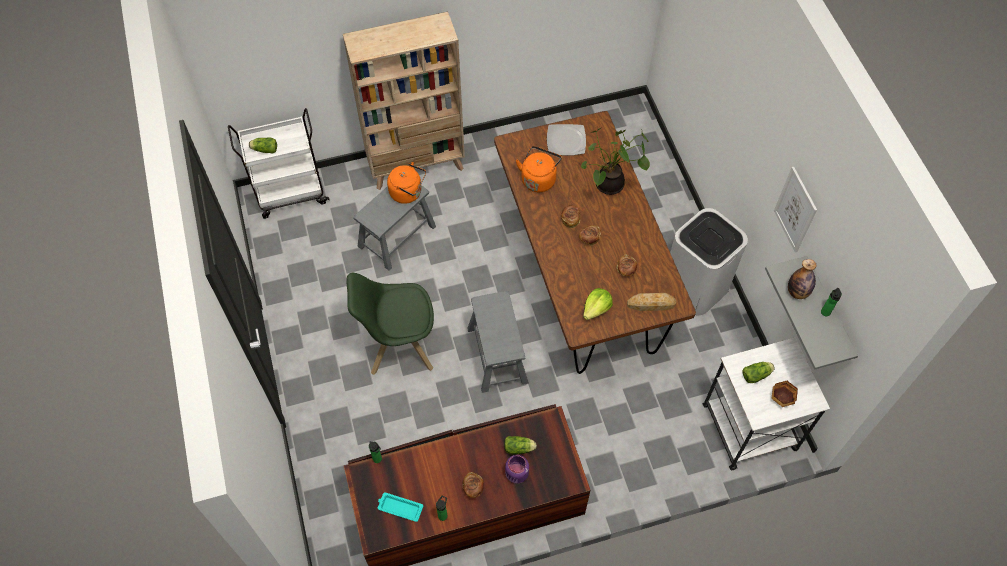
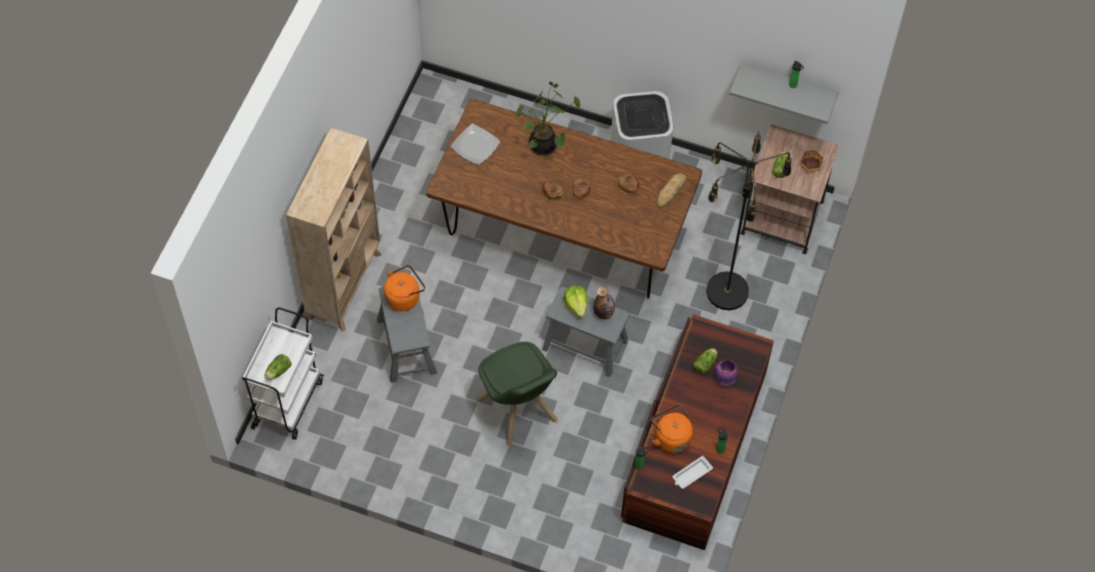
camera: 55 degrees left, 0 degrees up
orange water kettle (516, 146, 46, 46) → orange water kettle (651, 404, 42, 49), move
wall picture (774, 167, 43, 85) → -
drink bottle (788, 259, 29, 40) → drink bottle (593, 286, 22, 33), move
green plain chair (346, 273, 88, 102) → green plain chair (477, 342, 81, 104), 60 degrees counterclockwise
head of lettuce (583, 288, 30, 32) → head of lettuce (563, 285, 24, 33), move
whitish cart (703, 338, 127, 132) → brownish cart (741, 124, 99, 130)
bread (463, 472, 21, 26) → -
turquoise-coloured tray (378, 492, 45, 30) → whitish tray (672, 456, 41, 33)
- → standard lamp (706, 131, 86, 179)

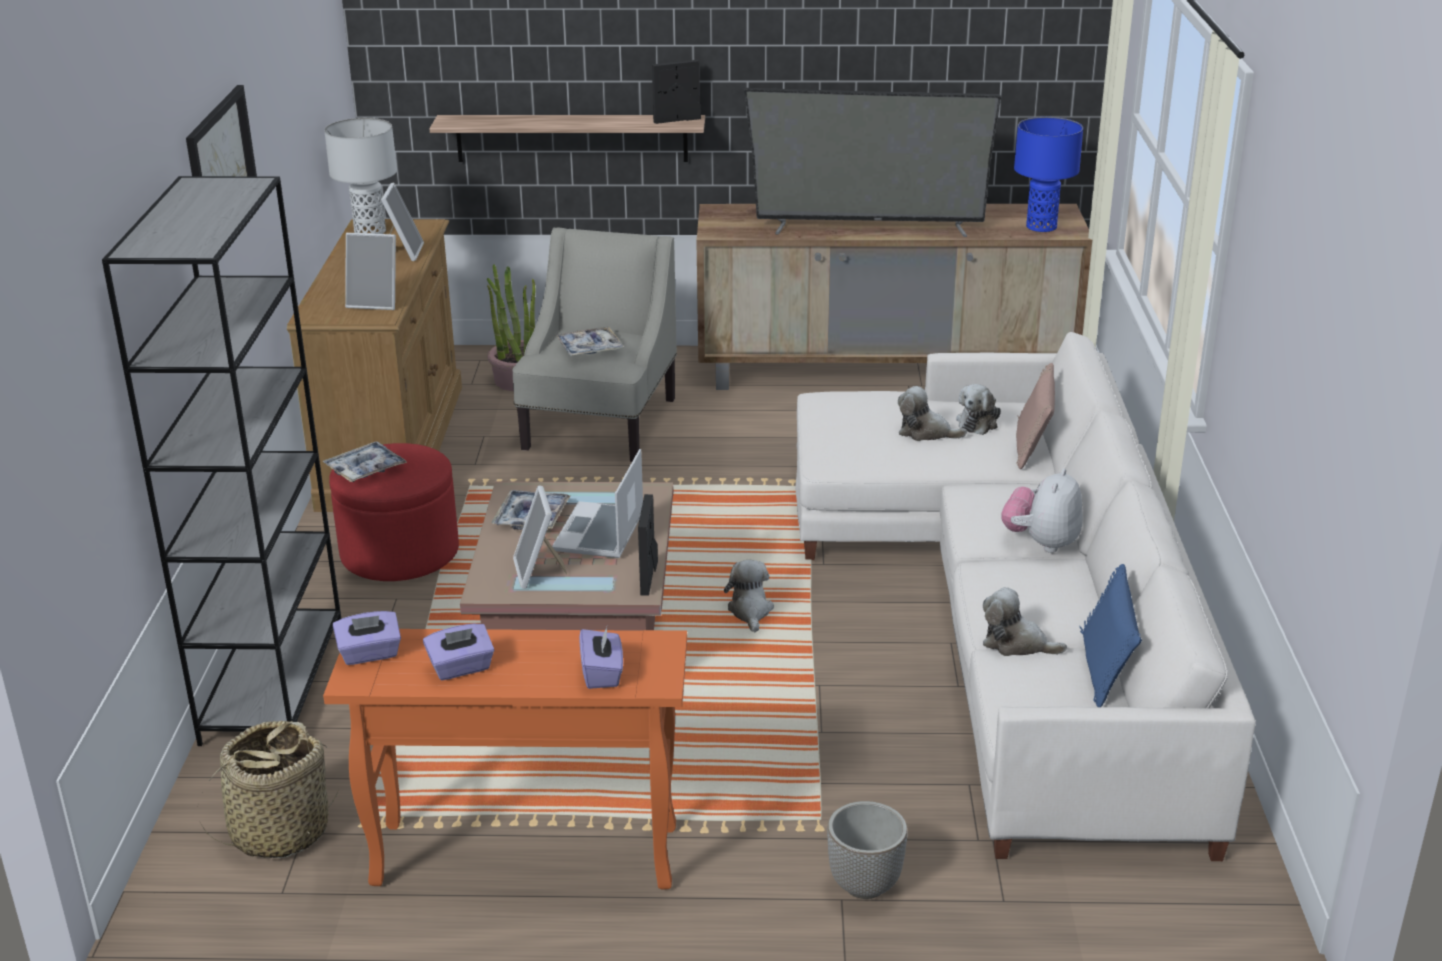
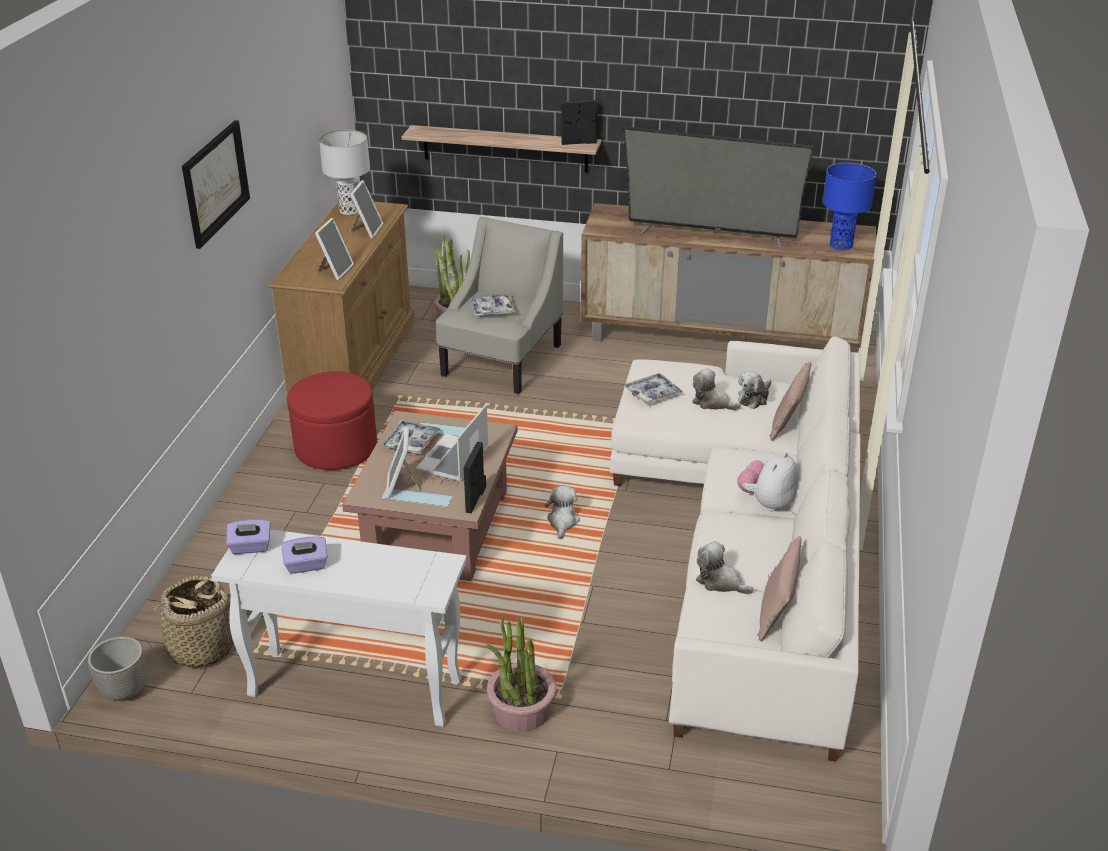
camera: 10 degrees right, 5 degrees up
gray bookshelf (102, 176, 239, 570) → -
picture frame (345, 233, 51, 77) → picture frame (315, 218, 39, 62), 90 degrees counterclockwise
tray (322, 441, 85, 41) → tray (624, 373, 58, 31), move
bluish pillow (1080, 564, 62, 143) → beige-coloured pillow (758, 536, 44, 105)
purplish box of tissues (579, 627, 44, 62) → -
orange console table (323, 629, 364, 260) → whitish console table (211, 529, 256, 198)
plant pot (827, 801, 81, 98) → plant pot (88, 636, 58, 65), move
- → plant in a pot (486, 616, 70, 116)

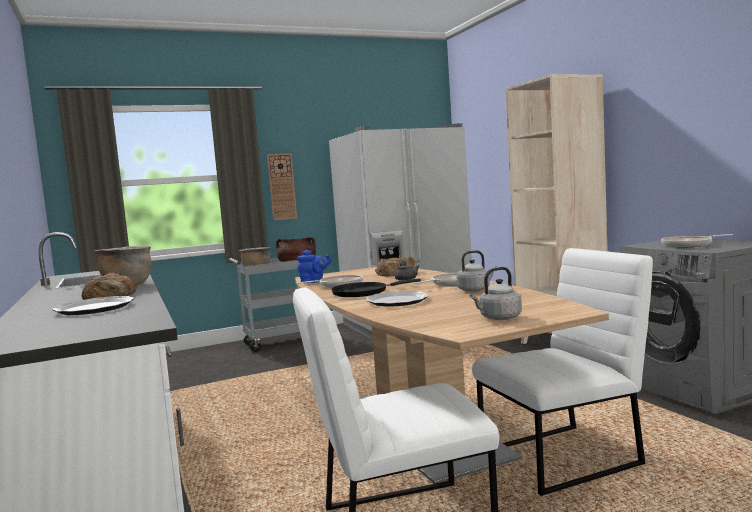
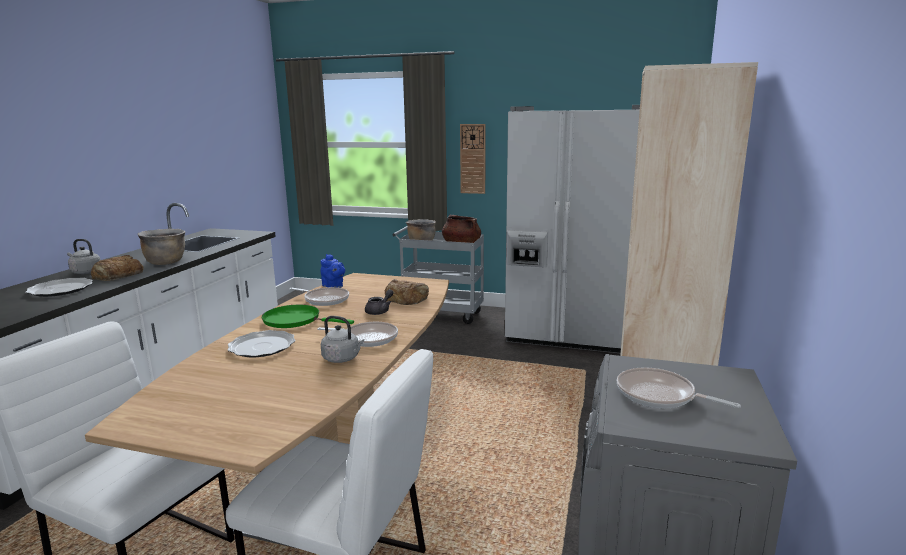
camera: 40 degrees right, 10 degrees up
gray water kettle (470, 267, 52, 53) → gray water kettle (67, 239, 34, 35), move
black skillet (331, 279, 90, 18) → green skillet (262, 305, 92, 23)

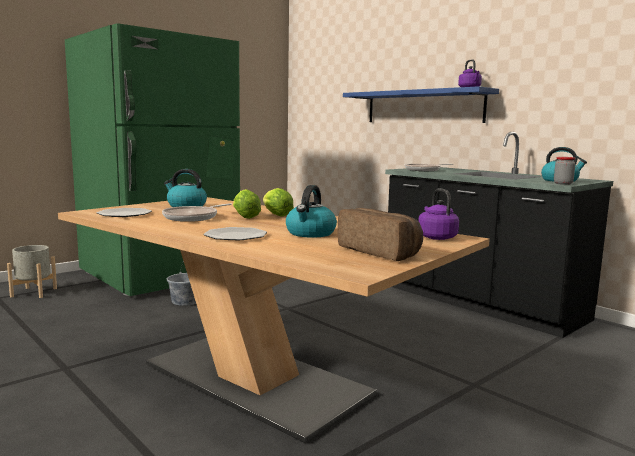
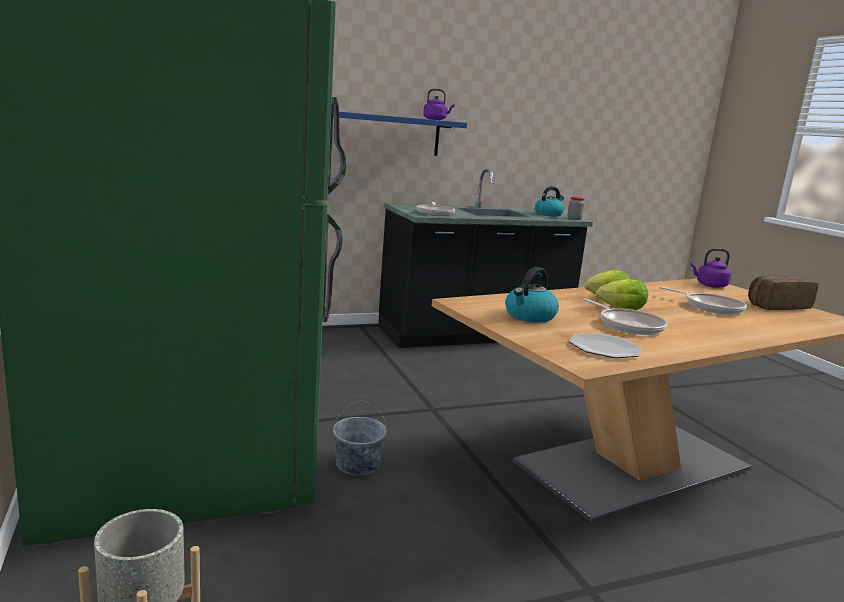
camera: 70 degrees left, 5 degrees up
water kettle (286, 185, 51, 53) → skillet (659, 286, 88, 28)
plate (203, 227, 64, 13) → -

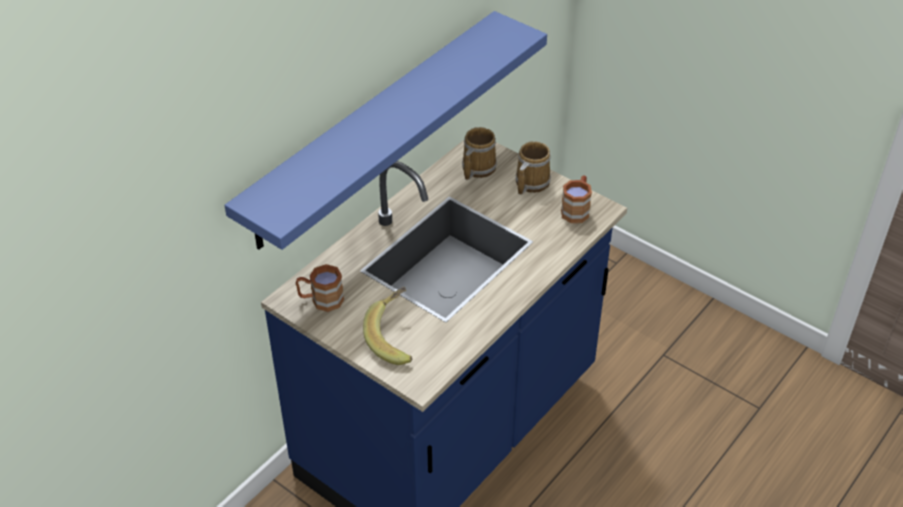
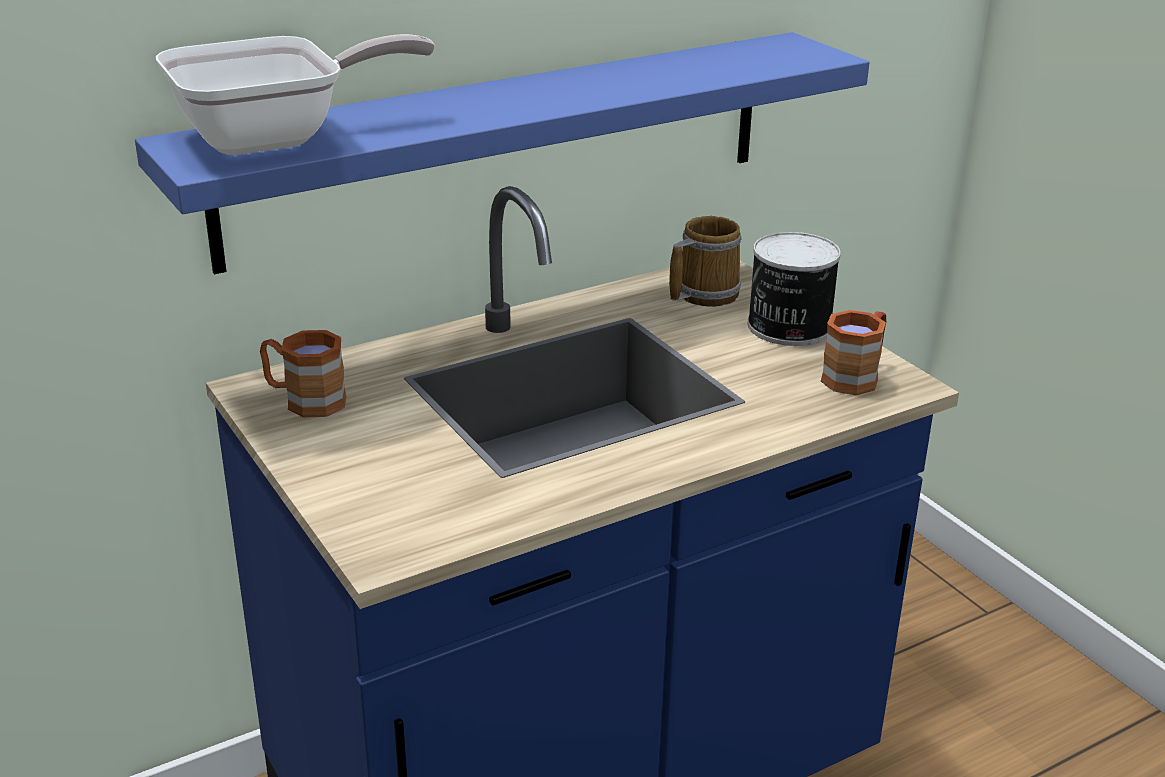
camera: 20 degrees right, 15 degrees down
mug (515, 141, 36, 54) → sealed can (747, 232, 94, 114)
banana fruit (363, 287, 49, 78) → -
- → skillet (156, 34, 279, 121)

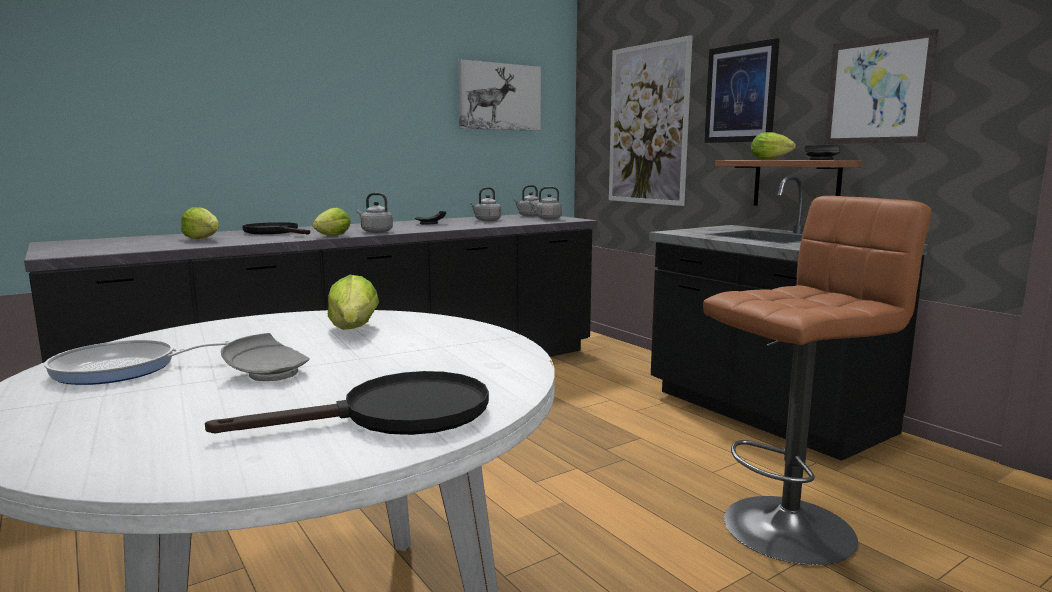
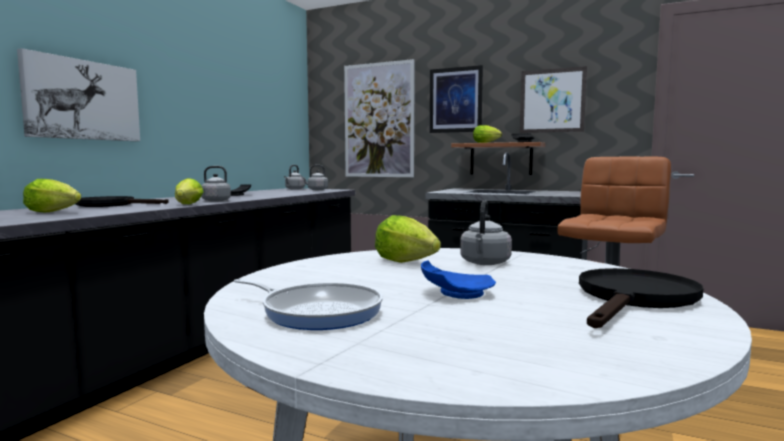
camera: 30 degrees left, 5 degrees down
wall picture (458, 59, 83, 72) → wall picture (17, 48, 123, 93), move
gray water kettle (470, 187, 31, 34) → gray water kettle (460, 200, 52, 65), move
gray plate (221, 333, 89, 48) → bluish plate (421, 260, 75, 39)
skillet (44, 340, 188, 45) → skillet (234, 279, 149, 51), 105 degrees counterclockwise

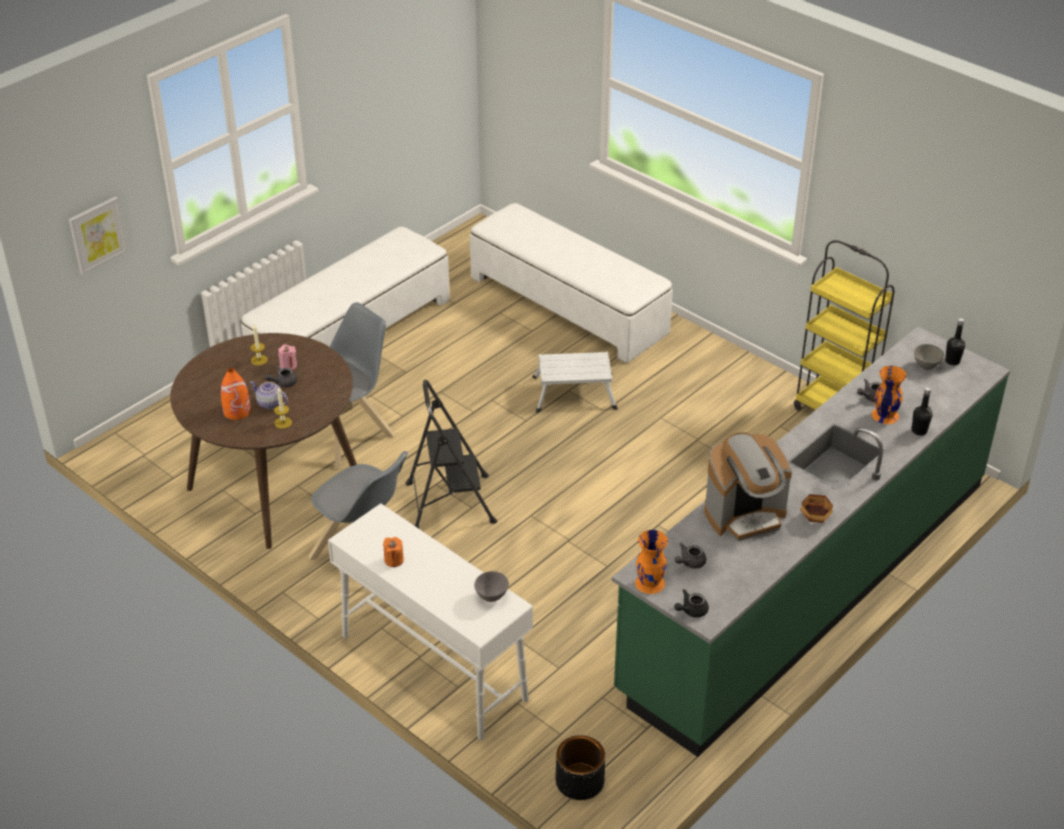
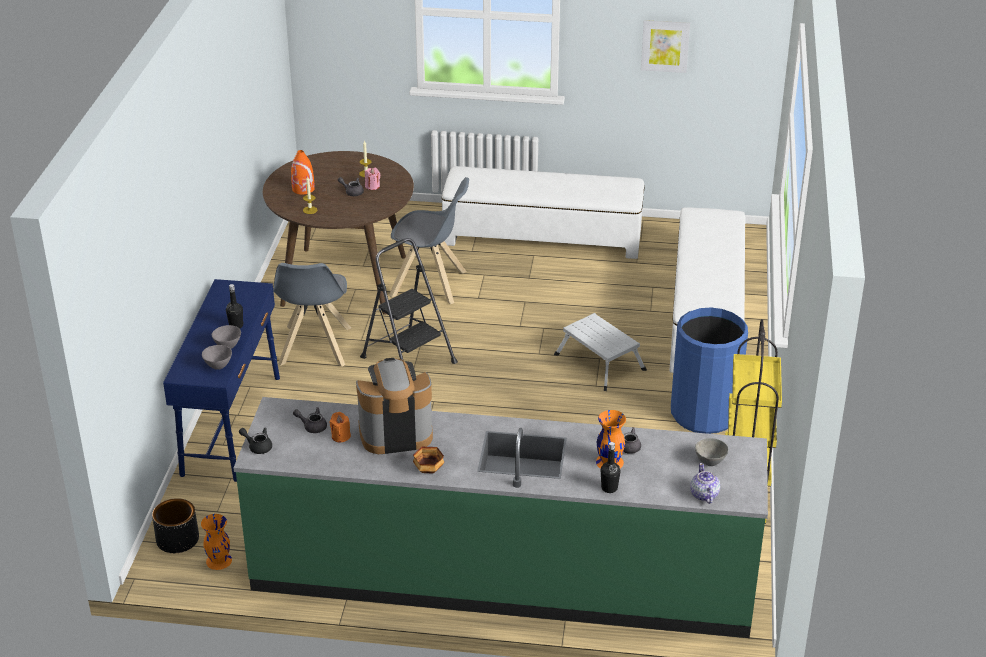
camera: 55 degrees right, 5 degrees down
wall picture (69, 196, 60, 79) → wall picture (641, 20, 49, 53), move
black drink bottle (945, 318, 20, 47) → black drink bottle (226, 284, 18, 45), move
teapot (250, 381, 38, 28) → teapot (690, 463, 30, 41), move
coffee brewer (704, 432, 88, 109) → coffee brewer (356, 358, 77, 96), 135 degrees clockwise
whitish console table (328, 503, 205, 237) → bluish console table (163, 279, 117, 203)
orange vase (635, 530, 33, 64) → orange vase (201, 514, 31, 56), move
orange wax candle (383, 537, 21, 30) → orange wax candle (329, 412, 22, 31), move
- → bluish rubbish bin (671, 308, 77, 126)
- → gray bowl (212, 325, 29, 24)

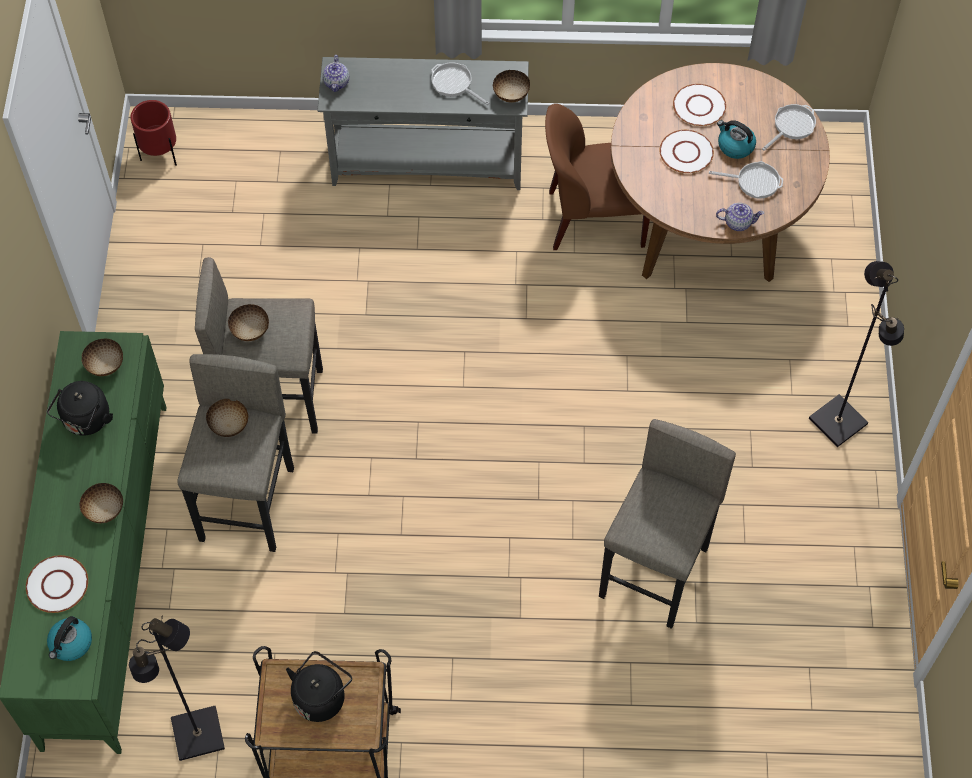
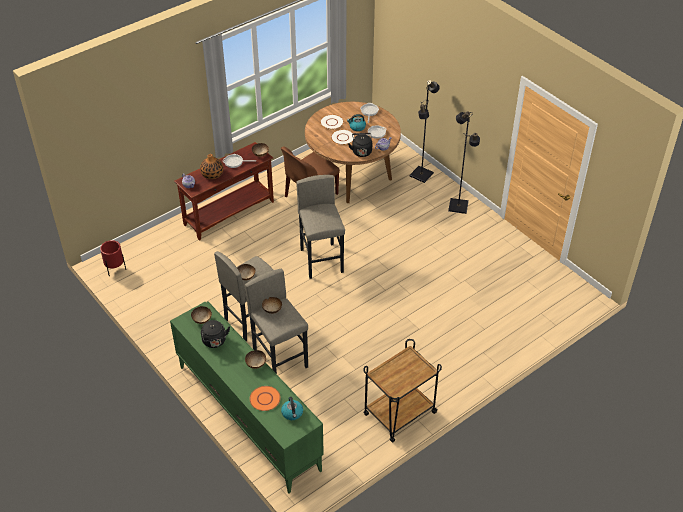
camera: 40 degrees left, 15 degrees down
gray console table (317, 57, 212, 133) → brownish console table (174, 142, 100, 99)
gray stool seat (599, 419, 137, 210) → gray stool seat (296, 175, 49, 104), move
whitish plate (26, 555, 62, 58) → orange plate (250, 386, 31, 25)
black standard lamp (129, 615, 96, 146) → black standard lamp (410, 80, 30, 103), move
black water kettle (286, 651, 66, 71) → black water kettle (348, 133, 24, 24), move
- → vase (200, 154, 23, 25)

